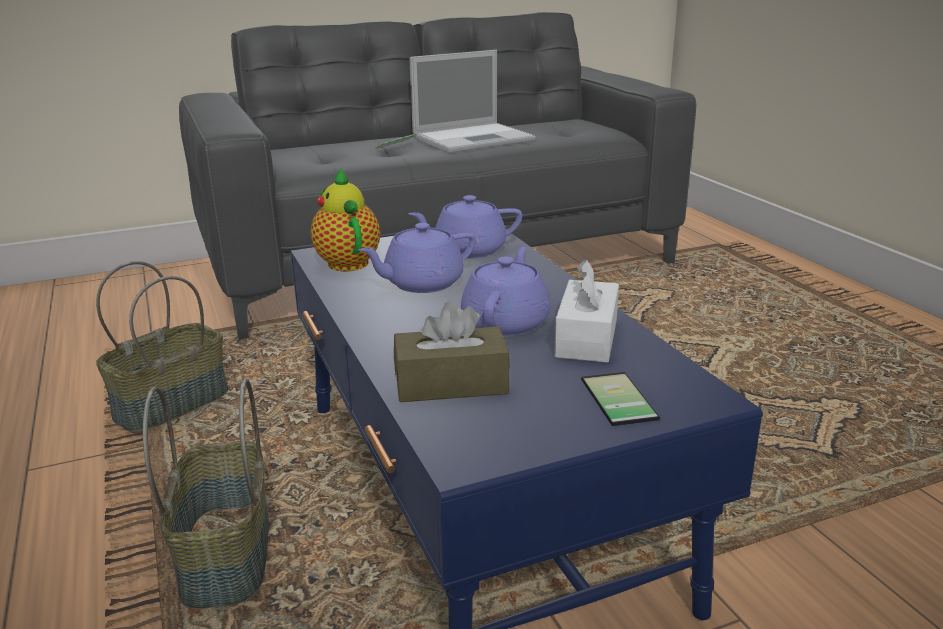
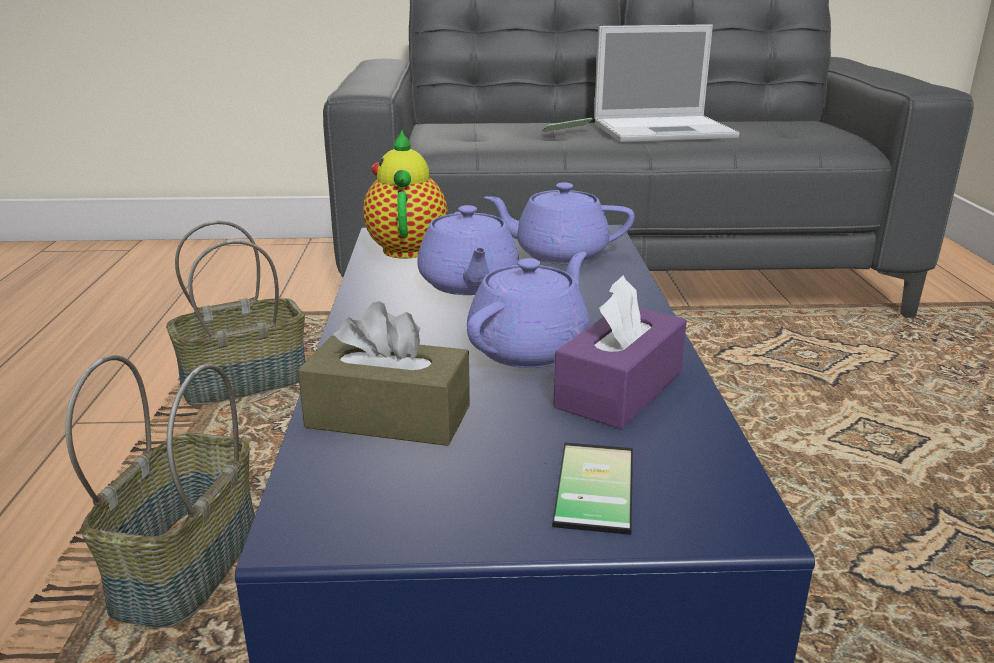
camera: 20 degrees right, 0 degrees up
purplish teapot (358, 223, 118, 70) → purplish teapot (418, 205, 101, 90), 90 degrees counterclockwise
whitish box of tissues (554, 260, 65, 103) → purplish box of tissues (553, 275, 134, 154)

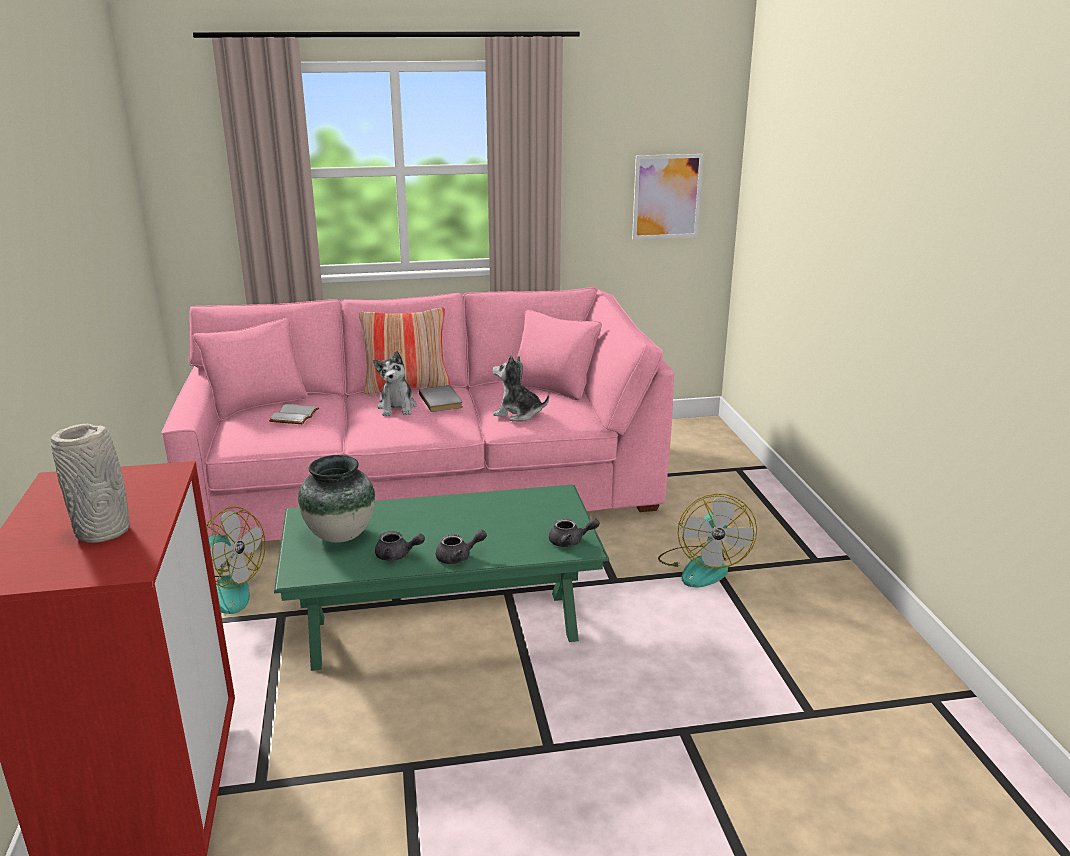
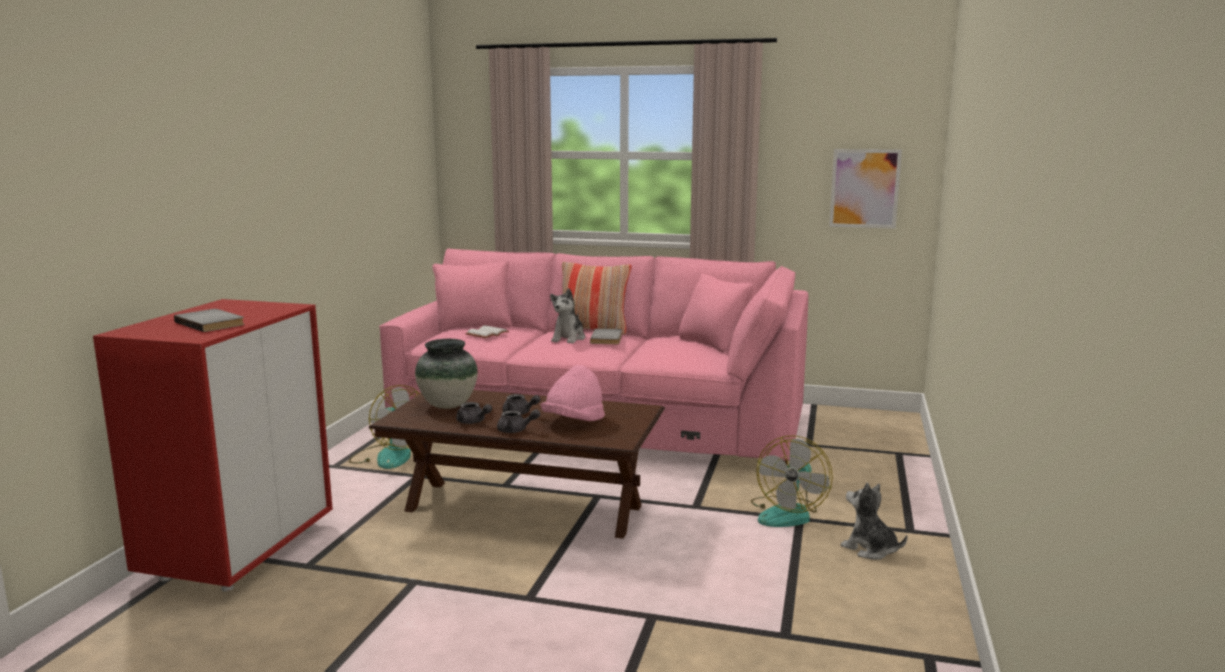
camera: 25 degrees right, 10 degrees down
cuddly toy (492, 355, 57, 66) → cuddly toy (841, 482, 66, 78), move
gray vase (51, 424, 79, 119) → gray bound book (174, 309, 71, 23)
green coffee table (274, 484, 335, 187) → brownish coffee table (369, 390, 296, 149)
gray teapot (549, 518, 51, 29) → gray teapot (502, 394, 38, 21), move
- → pink hat (541, 365, 64, 56)

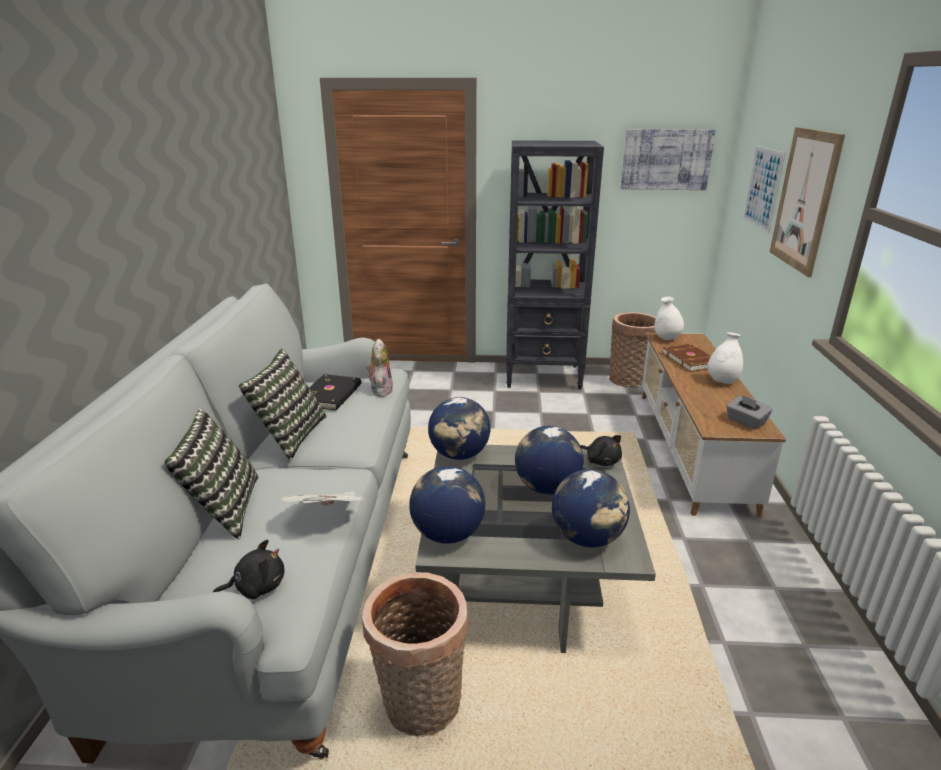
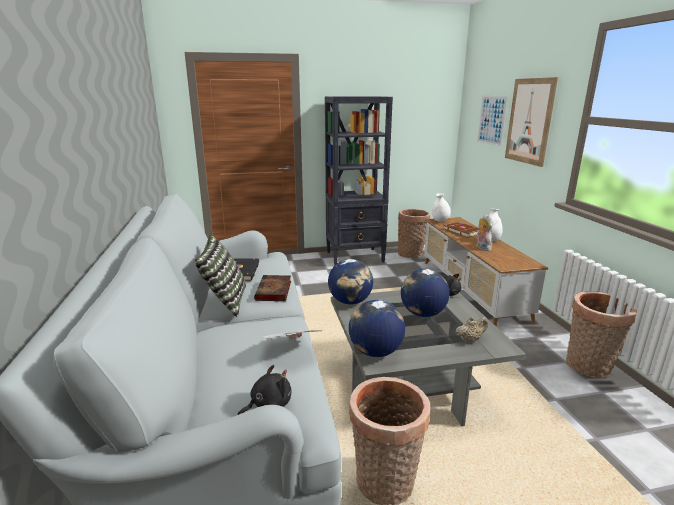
camera: 15 degrees left, 5 degrees down
wall picture (621, 129, 95, 61) → -
cuddly toy (366, 338, 27, 59) → cuddly toy (477, 215, 15, 36), move
gray box of tissues (726, 395, 46, 34) → -
pillow (164, 408, 94, 131) → -
globe (552, 469, 78, 78) → beige-coloured teapot (455, 316, 33, 27)
- → bound book (254, 275, 37, 26)
- → basket (566, 291, 71, 87)

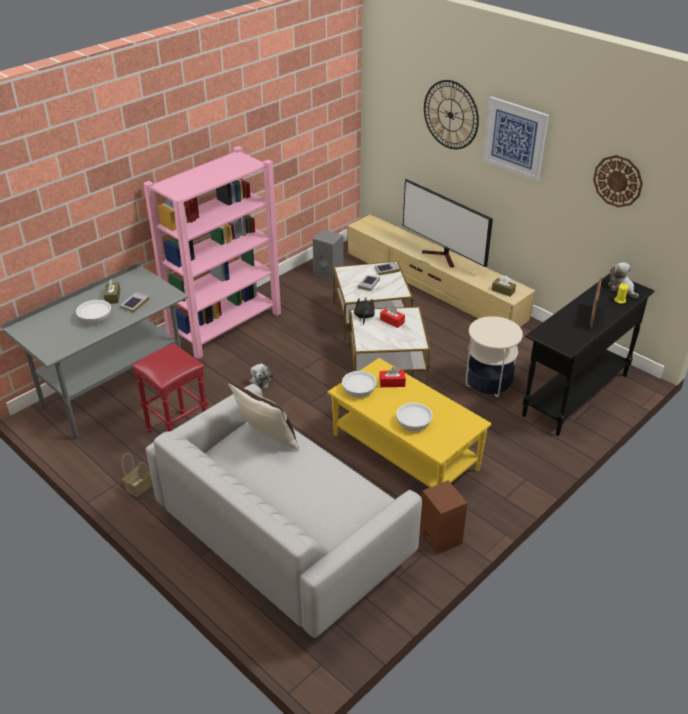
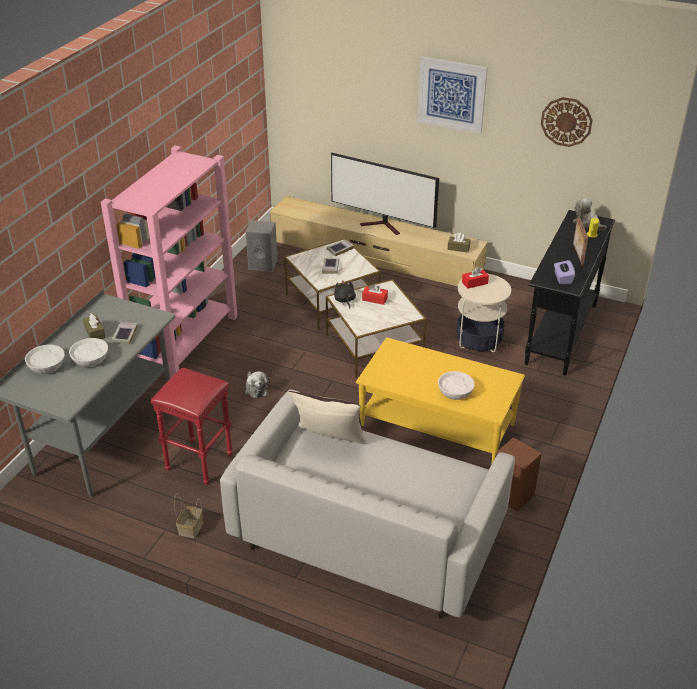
camera: 20 degrees left, 0 degrees up
wall clock (424, 80, 55, 69) → -
red-coloured box of tissues (379, 367, 27, 20) → red-coloured box of tissues (462, 267, 27, 22), move
whitish bowl (342, 371, 35, 27) → whitish bowl (25, 344, 40, 30), move
- → purplish box of tissues (554, 260, 21, 24)

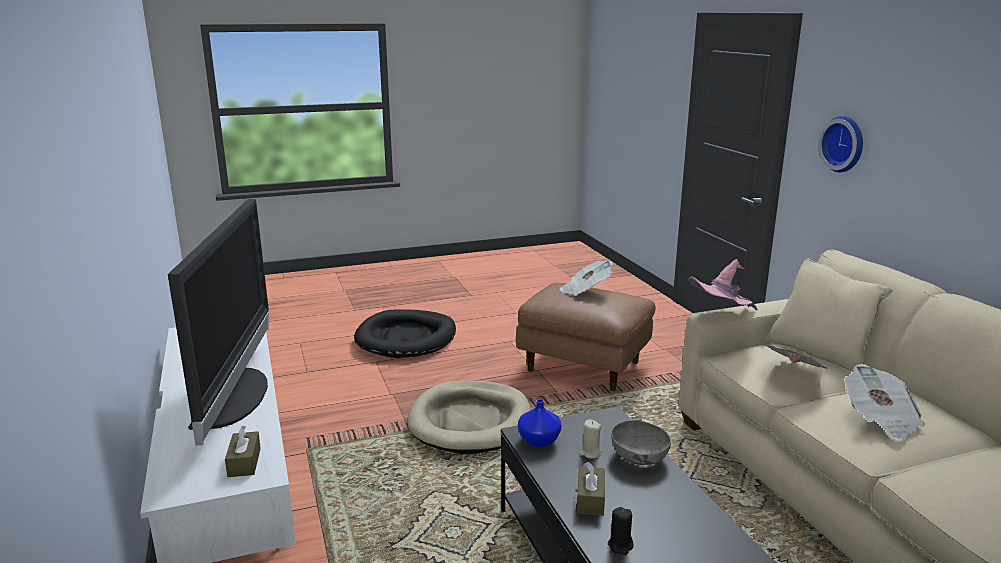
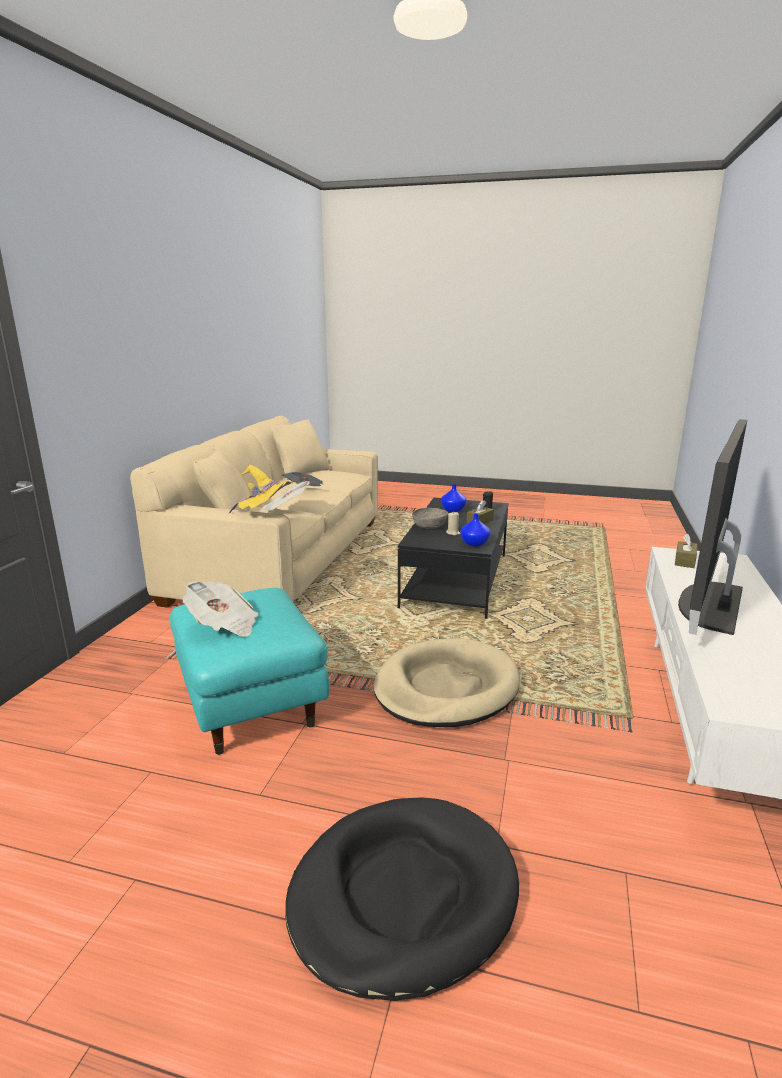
camera: 145 degrees left, 0 degrees up
wall clock (818, 116, 45, 56) → -
pink hat (688, 259, 70, 51) → yellowish hat (229, 465, 64, 48)
brownish ottoman (516, 283, 140, 108) → turquoise-coloured ottoman (170, 588, 160, 167)
- → bluish vase (441, 484, 26, 28)

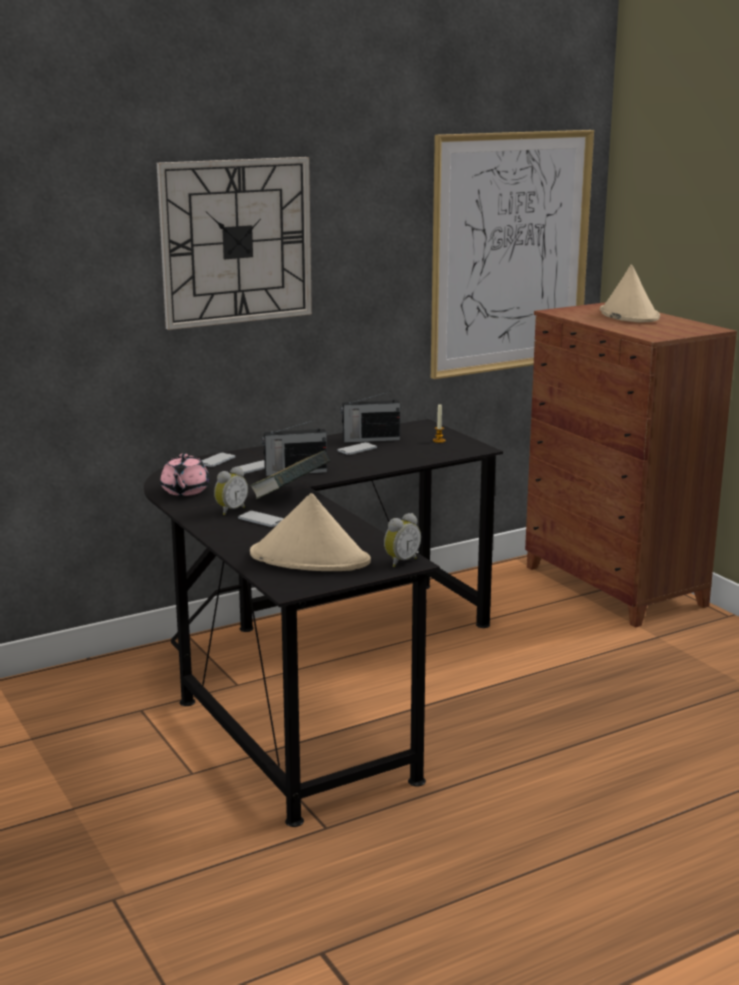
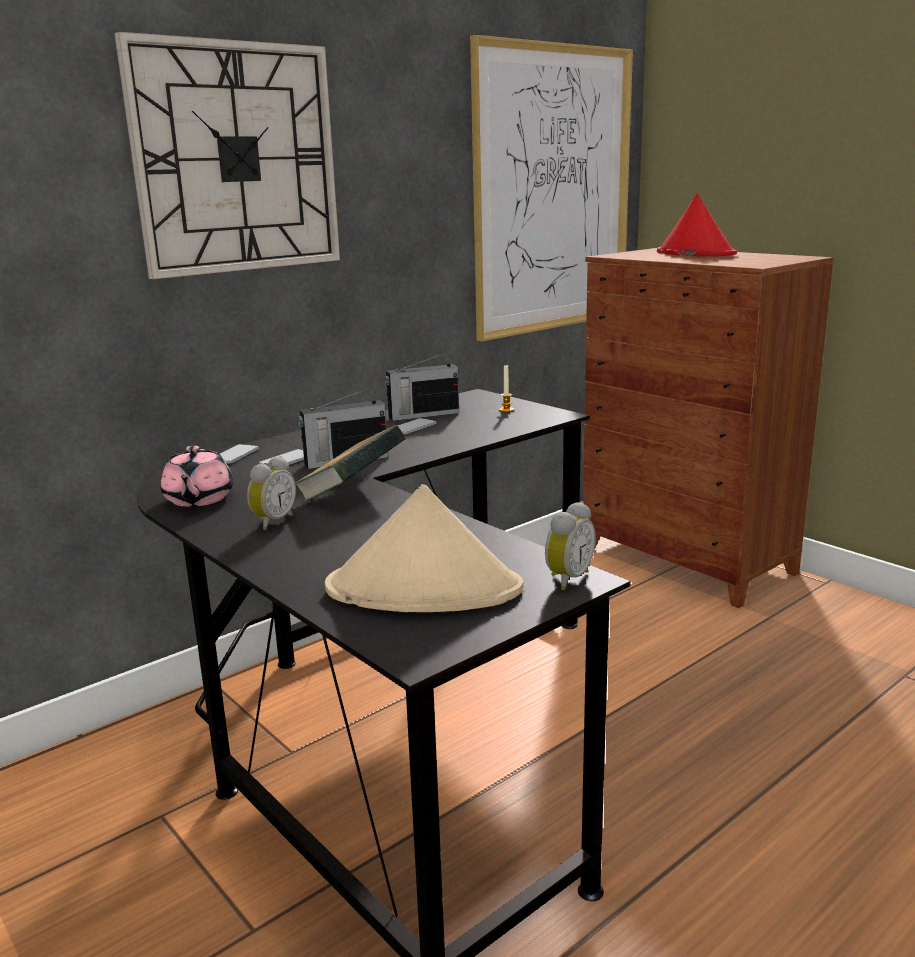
camera: 10 degrees left, 0 degrees up
beige-coloured hat (600, 265, 60, 57) → red-coloured hat (657, 194, 80, 62)
handset (238, 510, 46, 17) → -

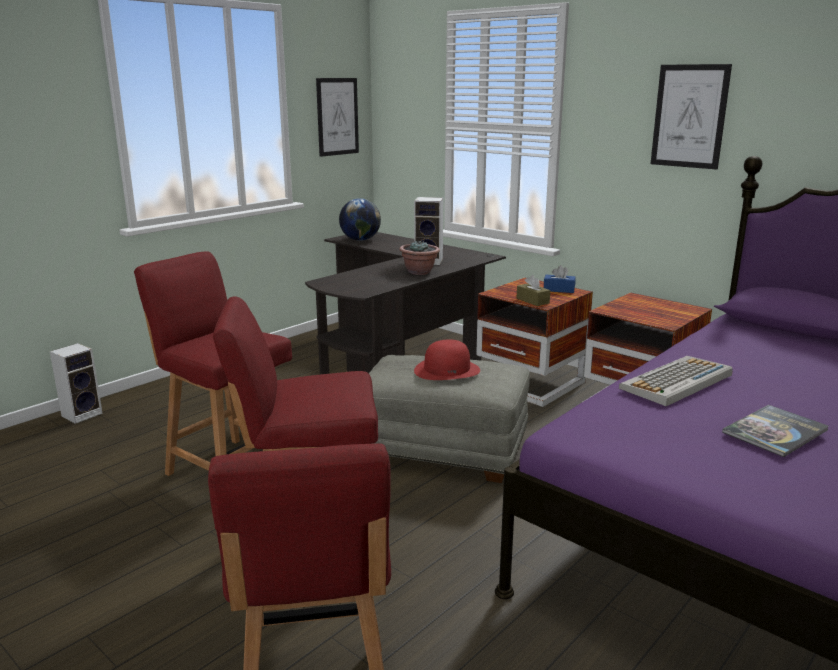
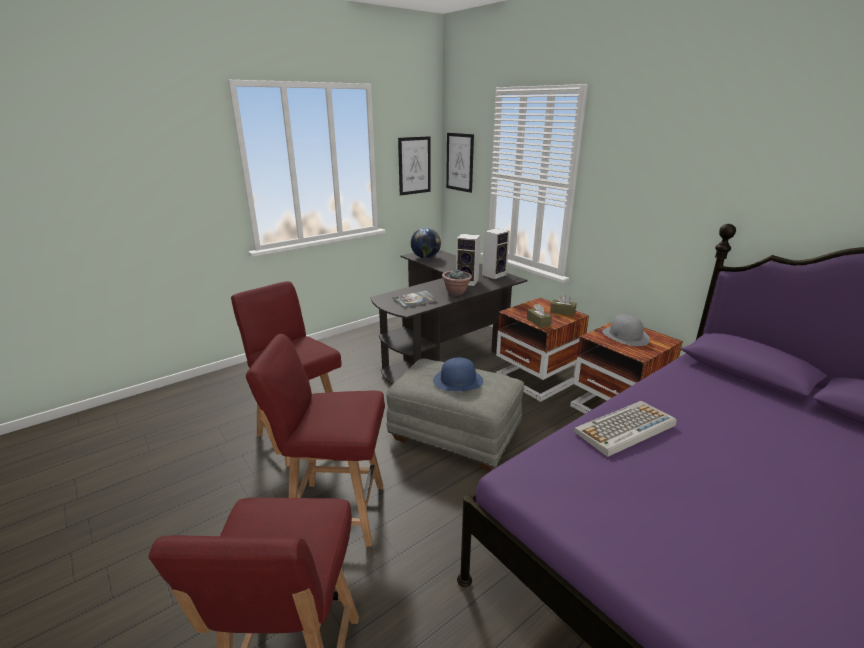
camera: 10 degrees right, 5 degrees up
wall picture (651, 64, 81, 106) → wall picture (446, 133, 28, 60), move
bluish box of tissues (544, 265, 31, 28) → brownish box of tissues (550, 294, 27, 22)
red-coloured hat (414, 339, 66, 41) → bluish hat (433, 358, 50, 33)
speaker (50, 343, 53, 81) → speaker (482, 228, 28, 51), move
bound book (722, 405, 106, 52) → bound book (393, 290, 46, 18), move
- → gray hat (602, 314, 48, 32)

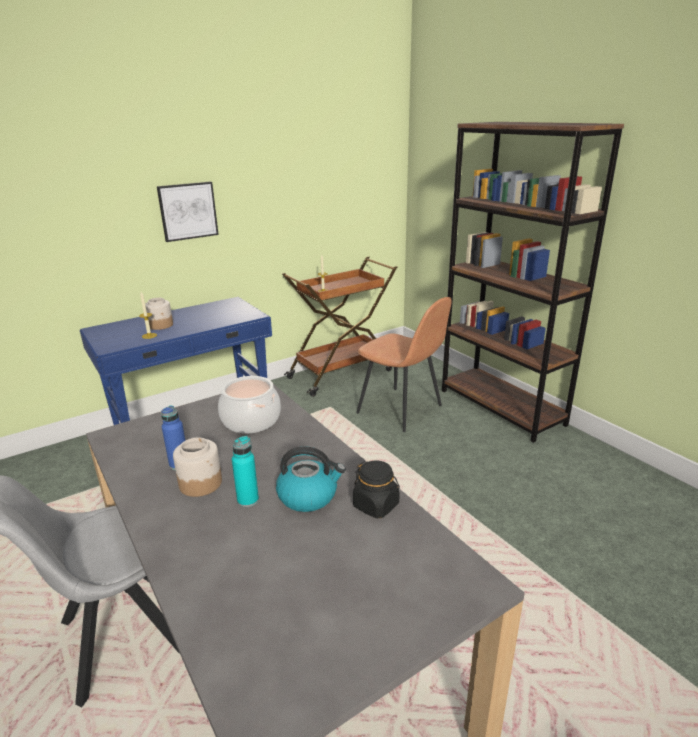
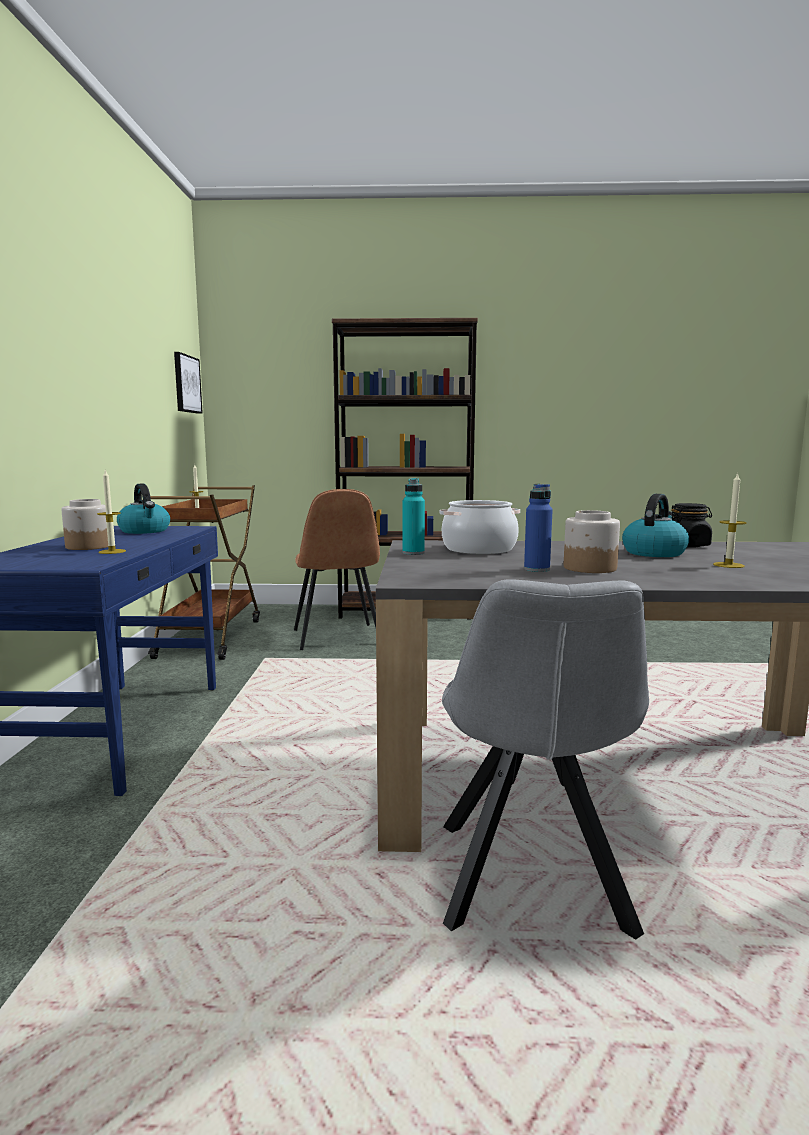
camera: 55 degrees left, 15 degrees down
wall picture (157, 182, 62, 60) → wall picture (174, 352, 29, 62), move
brownish plain chair (356, 297, 95, 135) → brownish plain chair (294, 489, 86, 161), 90 degrees clockwise
turquoise-coloured drink bottle (232, 436, 27, 71) → turquoise-coloured drink bottle (403, 478, 22, 77), move
- → wax candle (713, 473, 34, 95)
- → water kettle (117, 484, 53, 50)

